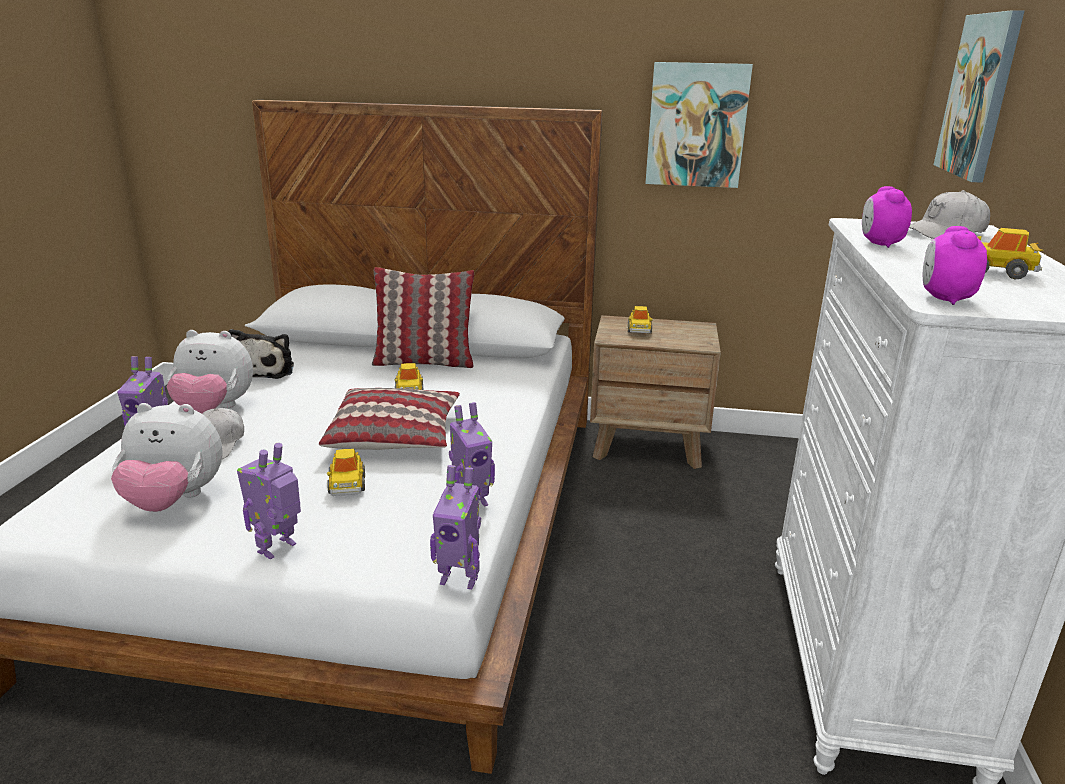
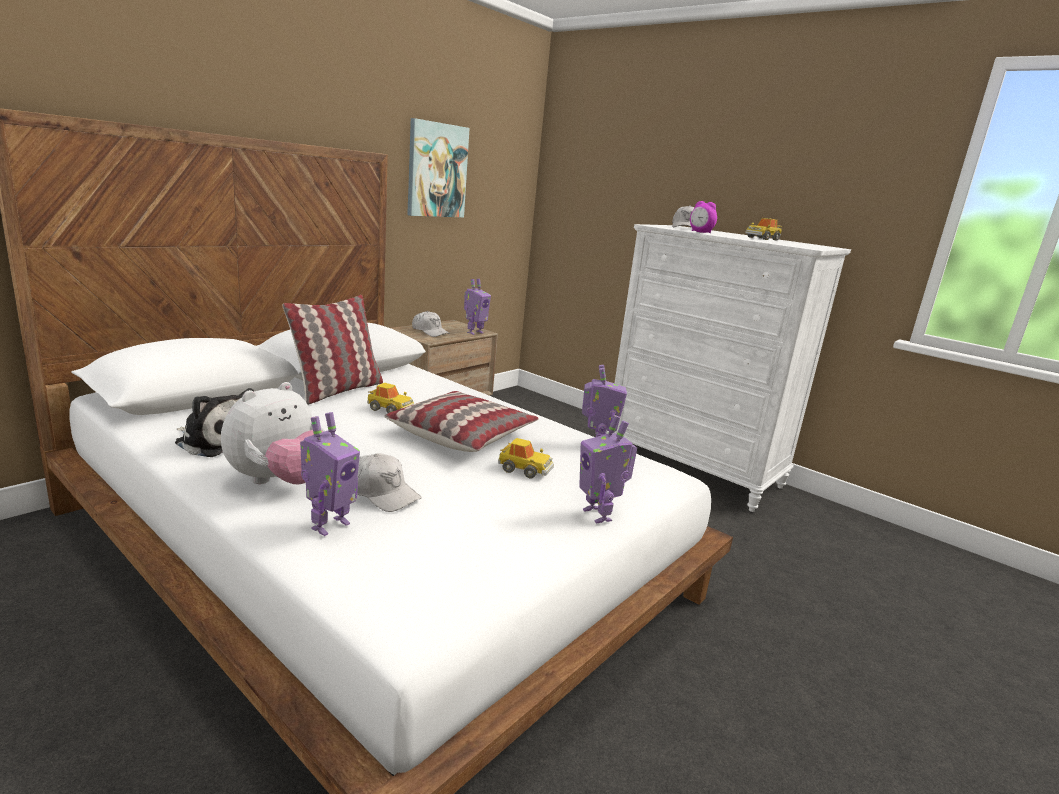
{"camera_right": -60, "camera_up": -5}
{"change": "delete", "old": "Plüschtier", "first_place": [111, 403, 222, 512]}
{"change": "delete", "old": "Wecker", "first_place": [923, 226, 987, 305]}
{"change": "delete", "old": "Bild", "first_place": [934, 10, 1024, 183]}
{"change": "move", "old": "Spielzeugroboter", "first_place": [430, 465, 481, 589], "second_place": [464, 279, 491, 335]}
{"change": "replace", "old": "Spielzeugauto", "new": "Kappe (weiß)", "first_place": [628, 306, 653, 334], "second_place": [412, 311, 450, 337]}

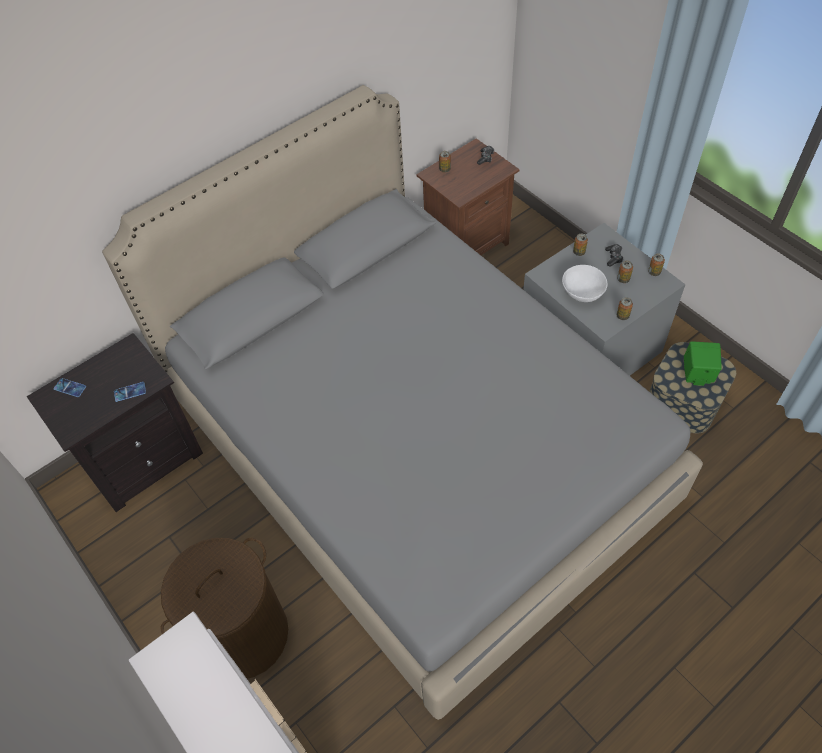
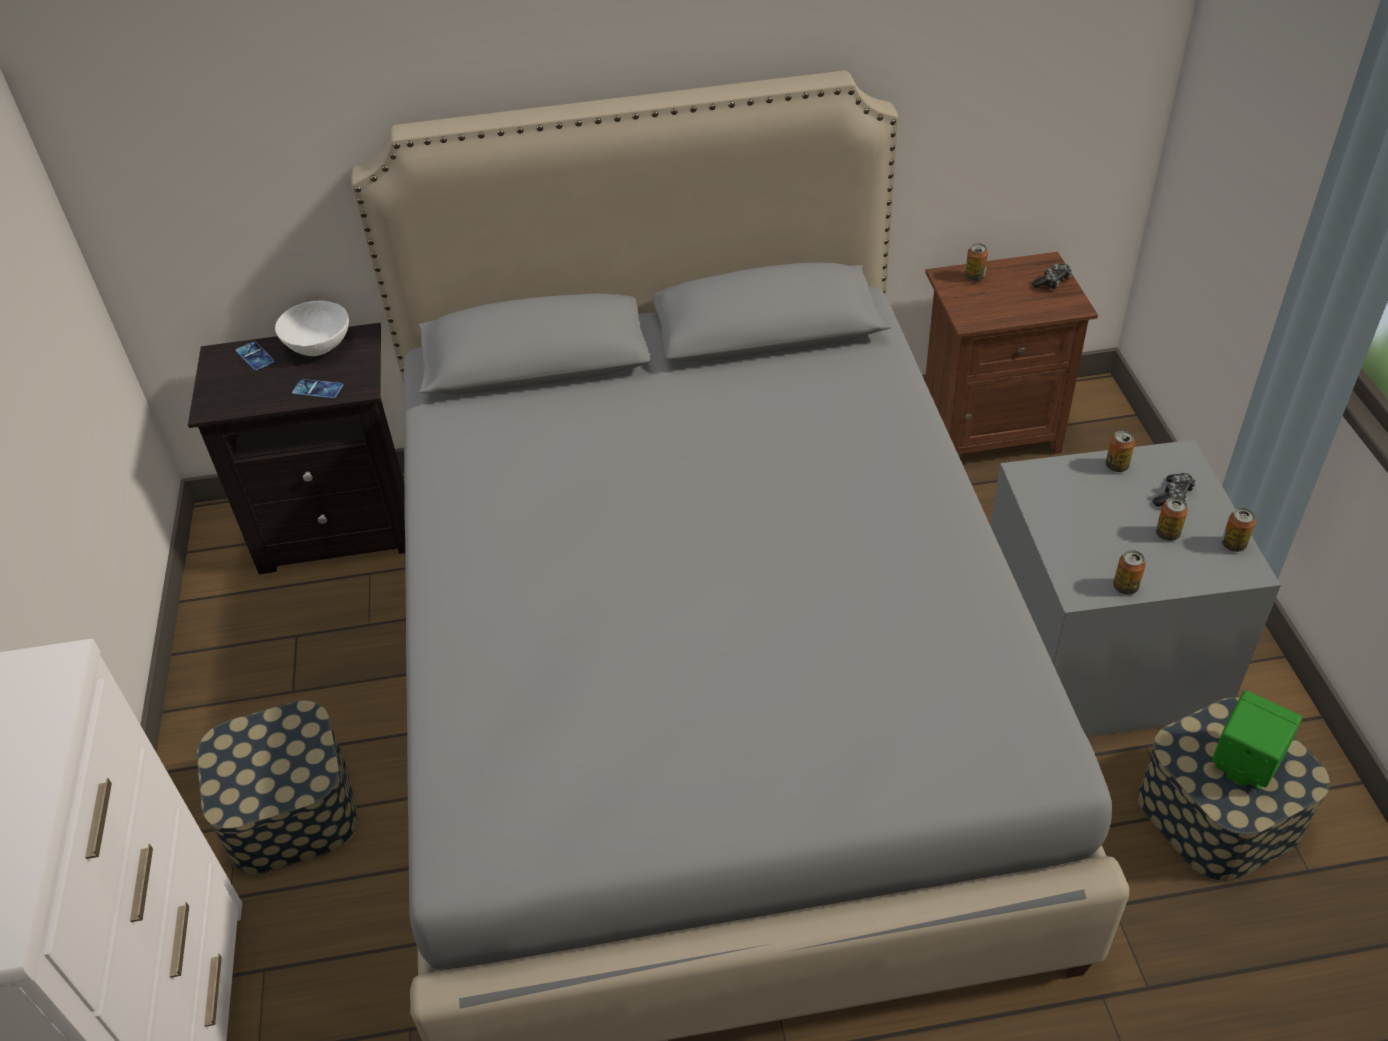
{"camera_right": 30, "camera_up": -10}
{"change": "move", "old": "Schüssel (weiß)", "first_place": [562, 265, 607, 302], "second_place": [275, 301, 349, 356]}
{"change": "replace", "old": "Wäschekorb (braun)", "new": "Aufbewahrungsbox", "first_place": [160, 538, 288, 679], "second_place": [197, 700, 358, 874]}

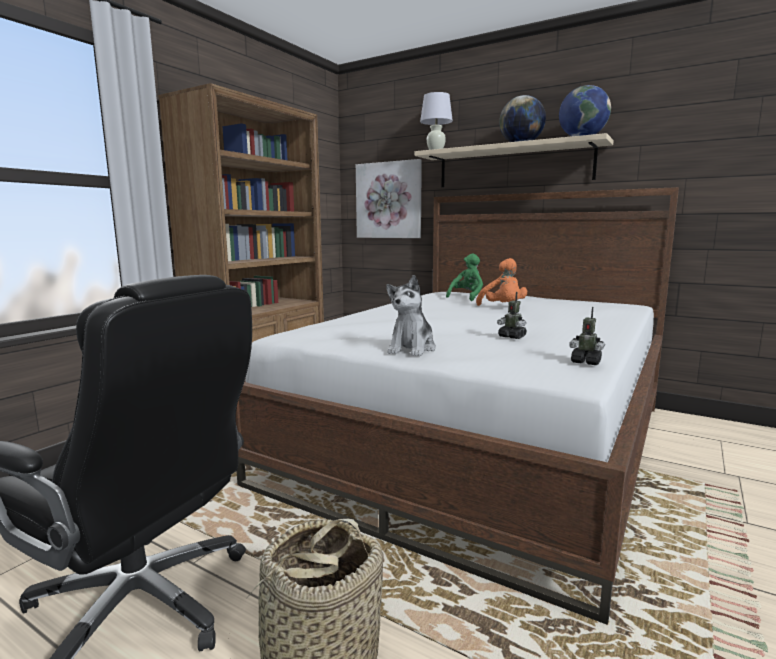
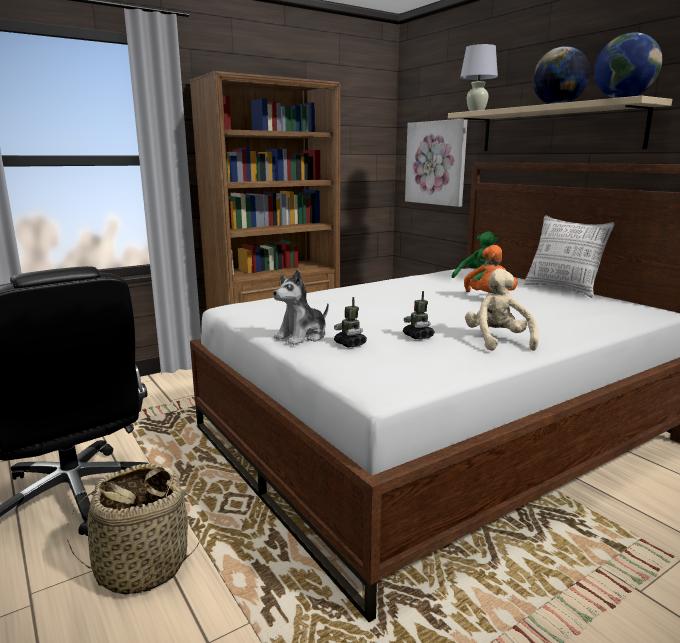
{"camera_right": 25, "camera_up": 5}
{"change": "insert", "new": "Plüschtier (beige)", "second_place": [465, 268, 538, 351]}
{"change": "insert", "new": "Kissen", "second_place": [524, 215, 615, 298]}
{"change": "move", "old": "Spielzeugroboter", "first_place": [569, 307, 605, 365], "second_place": [334, 297, 367, 348]}

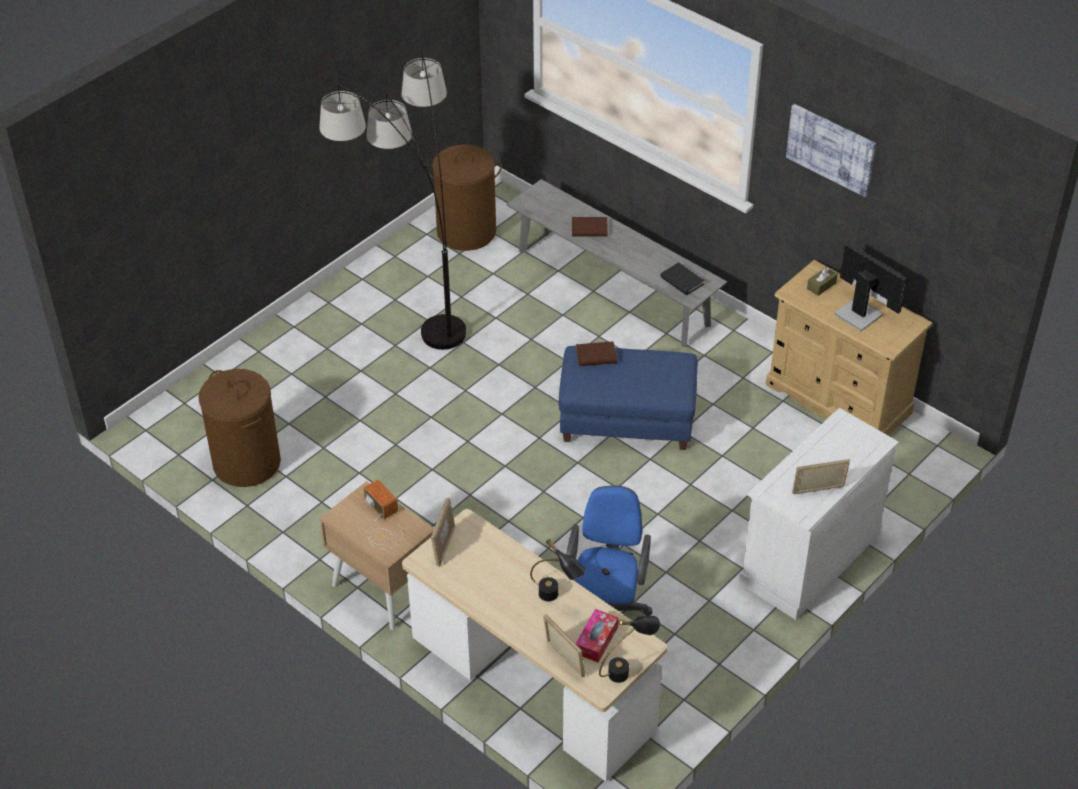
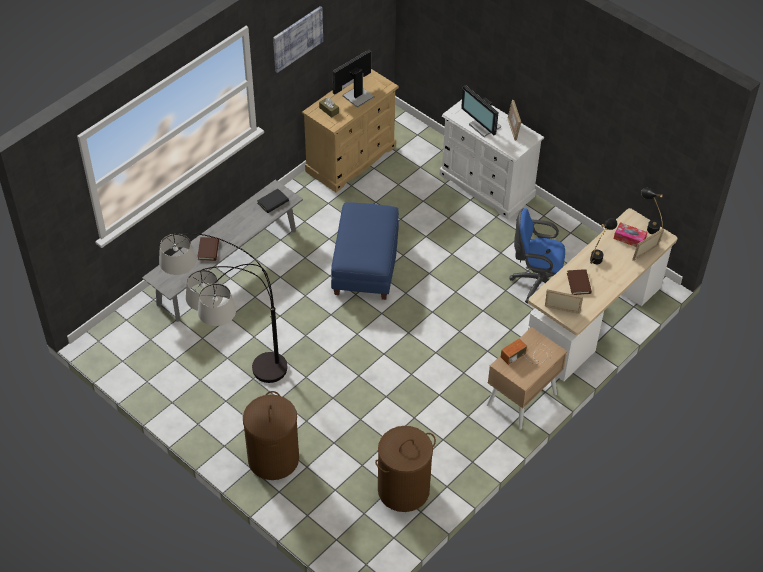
{"camera_right": -90, "camera_up": 5}
{"change": "insert", "new": "Monitor", "second_place": [461, 85, 501, 137]}
{"change": "move", "old": "Wäschekorb (braun)", "first_place": [426, 144, 502, 251], "second_place": [243, 391, 299, 480]}
{"change": "move", "old": "Buch (braun)", "first_place": [576, 341, 617, 366], "second_place": [567, 269, 592, 295]}

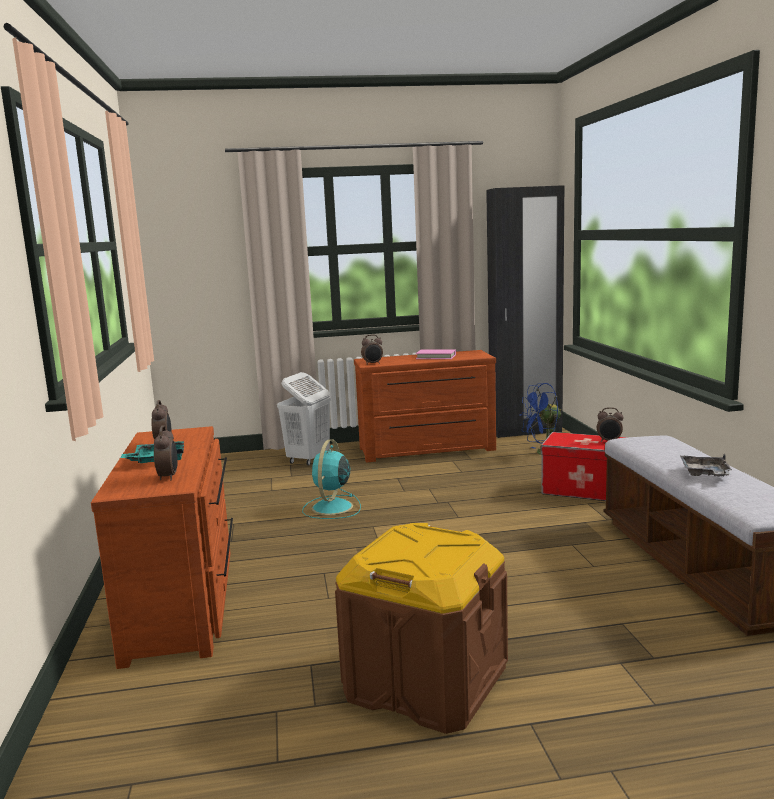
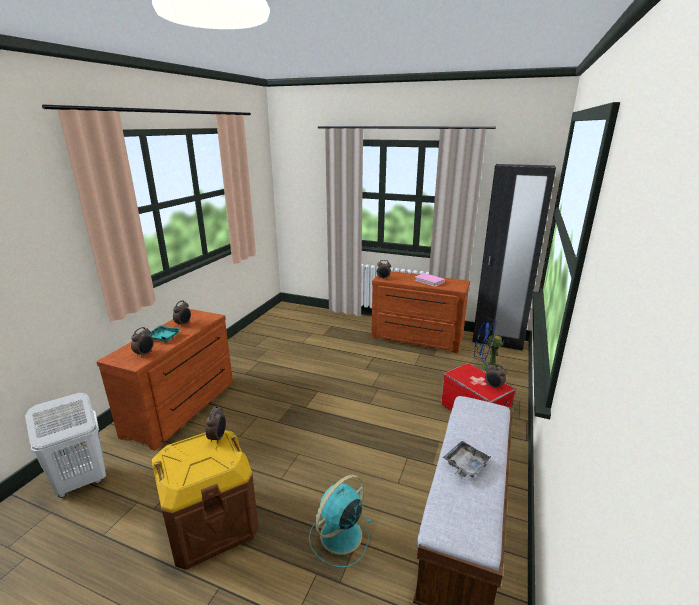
{"camera_right": 30, "camera_up": 10}
{"change": "insert", "new": "Wecker", "second_place": [206, 406, 226, 444]}
{"change": "move", "old": "Wäschekorb (weiß)", "first_place": [277, 372, 331, 465], "second_place": [25, 393, 106, 498]}
{"change": "move", "old": "Ventilator (türkis)", "first_place": [302, 439, 361, 519], "second_place": [309, 475, 372, 568]}

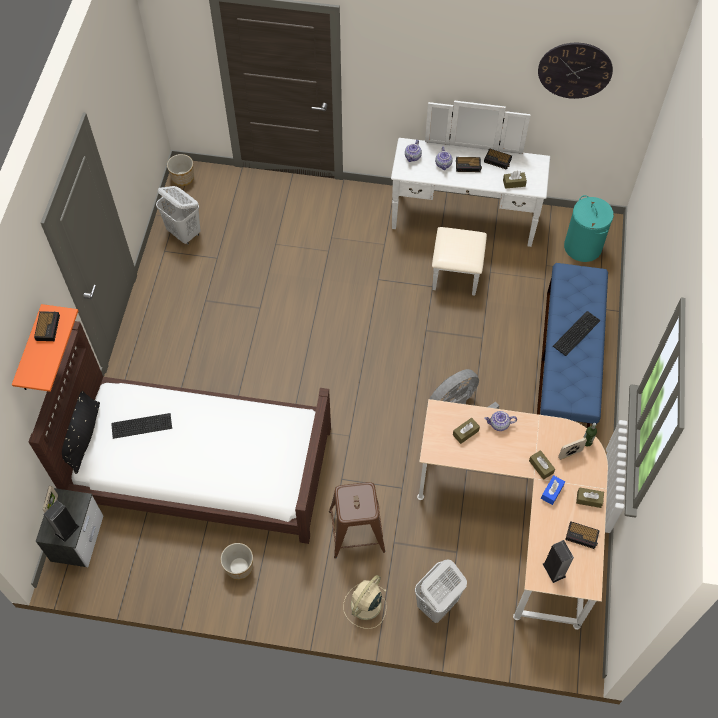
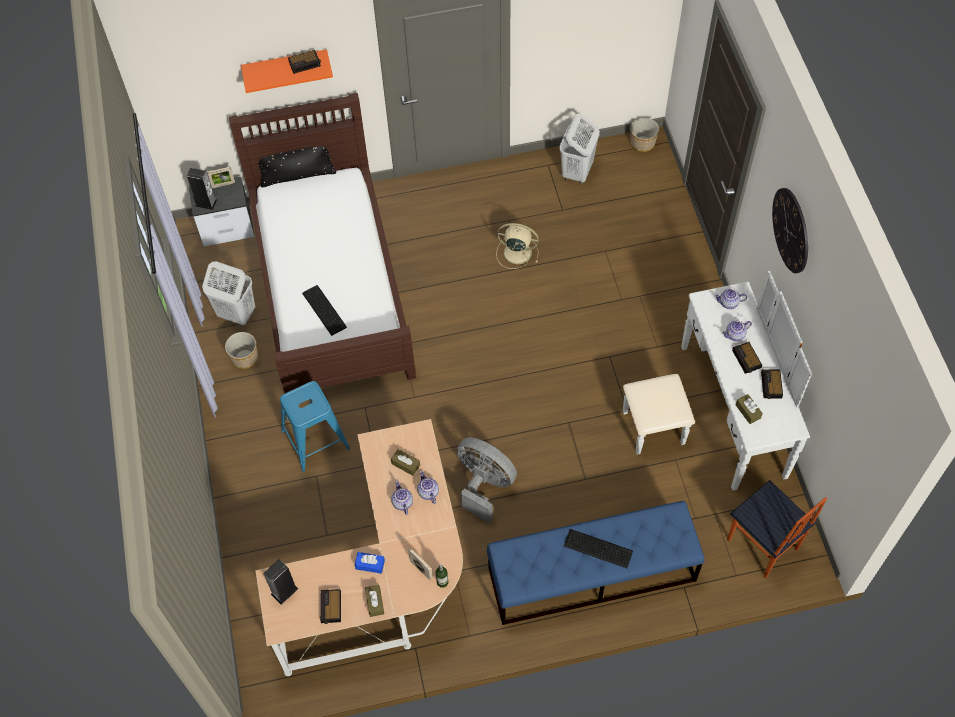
{"camera_right": 70, "camera_up": 0}
{"change": "delete", "old": "Taschentuchbox (braun)", "first_place": [529, 450, 555, 480]}
{"change": "insert", "new": "Teekanne", "second_place": [391, 480, 413, 515]}
{"change": "move", "old": "Tastatur", "first_place": [111, 413, 172, 439], "second_place": [302, 285, 347, 336]}
{"change": "move", "old": "Ventilator (beige)", "first_place": [343, 575, 387, 629], "second_place": [496, 223, 539, 269]}
{"change": "move", "old": "Wäschekorb (weiß)", "first_place": [415, 559, 467, 623], "second_place": [202, 261, 255, 325]}
{"change": "move", "old": "Wanduhr", "first_place": [538, 43, 613, 99], "second_place": [772, 188, 808, 273]}
{"change": "replace", "old": "Wäschekorb (türkis)", "new": "Stuhl", "first_place": [564, 195, 614, 262], "second_place": [727, 480, 827, 578]}
{"change": "recolor", "old": "Hocker (braun)", "new": "Hocker (blau)", "first_place": [329, 482, 386, 559], "second_place": [280, 381, 350, 472]}

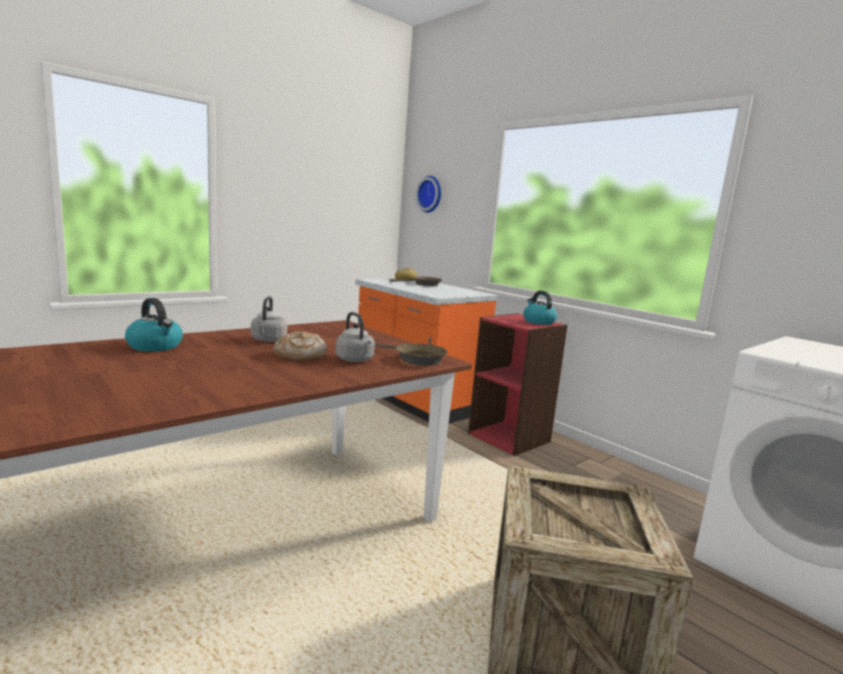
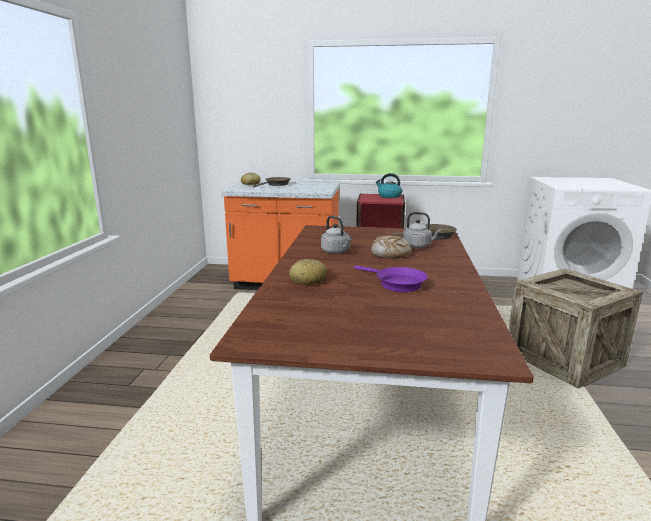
{"camera_right": -40, "camera_up": 5}
{"change": "delete", "old": "Wanduhr", "first_place": [416, 176, 441, 213]}
{"change": "insert", "new": "Pfanne (lila)", "second_place": [354, 266, 428, 292]}
{"change": "replace", "old": "Wasserkessel", "new": "Brot", "first_place": [125, 298, 183, 351], "second_place": [289, 259, 327, 285]}

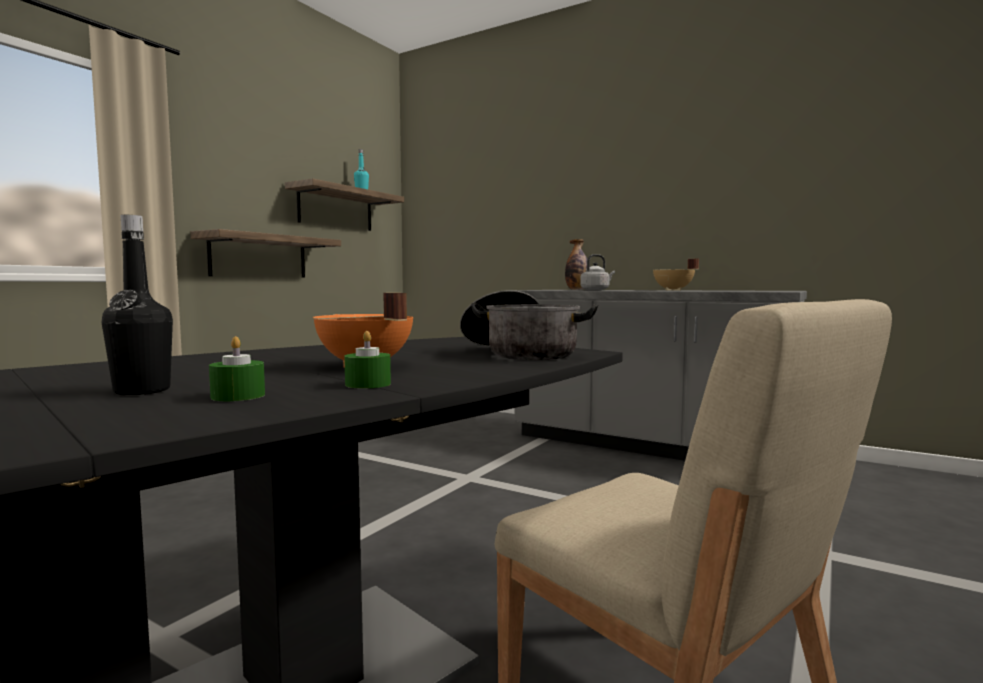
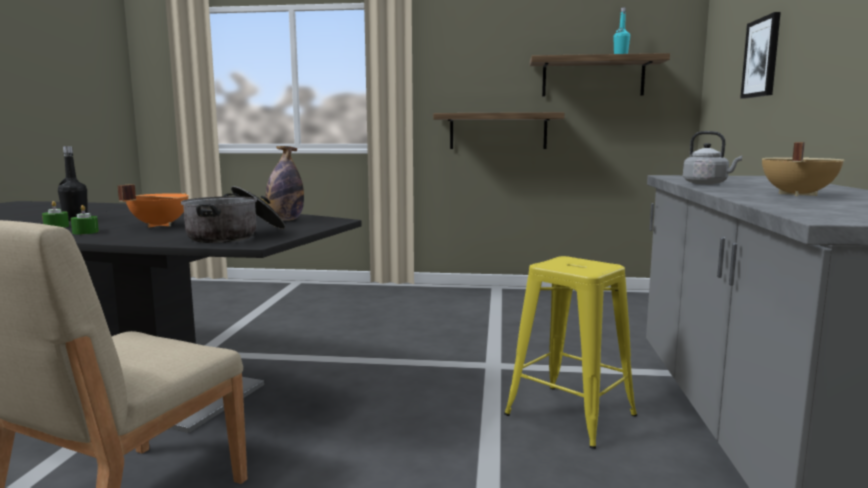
{"camera_right": 65, "camera_up": 5}
{"change": "insert", "new": "Hocker (gelb)", "second_place": [504, 256, 637, 449]}
{"change": "insert", "new": "Bild", "second_place": [740, 12, 781, 99]}
{"change": "move", "old": "Flasche", "first_place": [565, 239, 590, 290], "second_place": [265, 146, 304, 221]}

